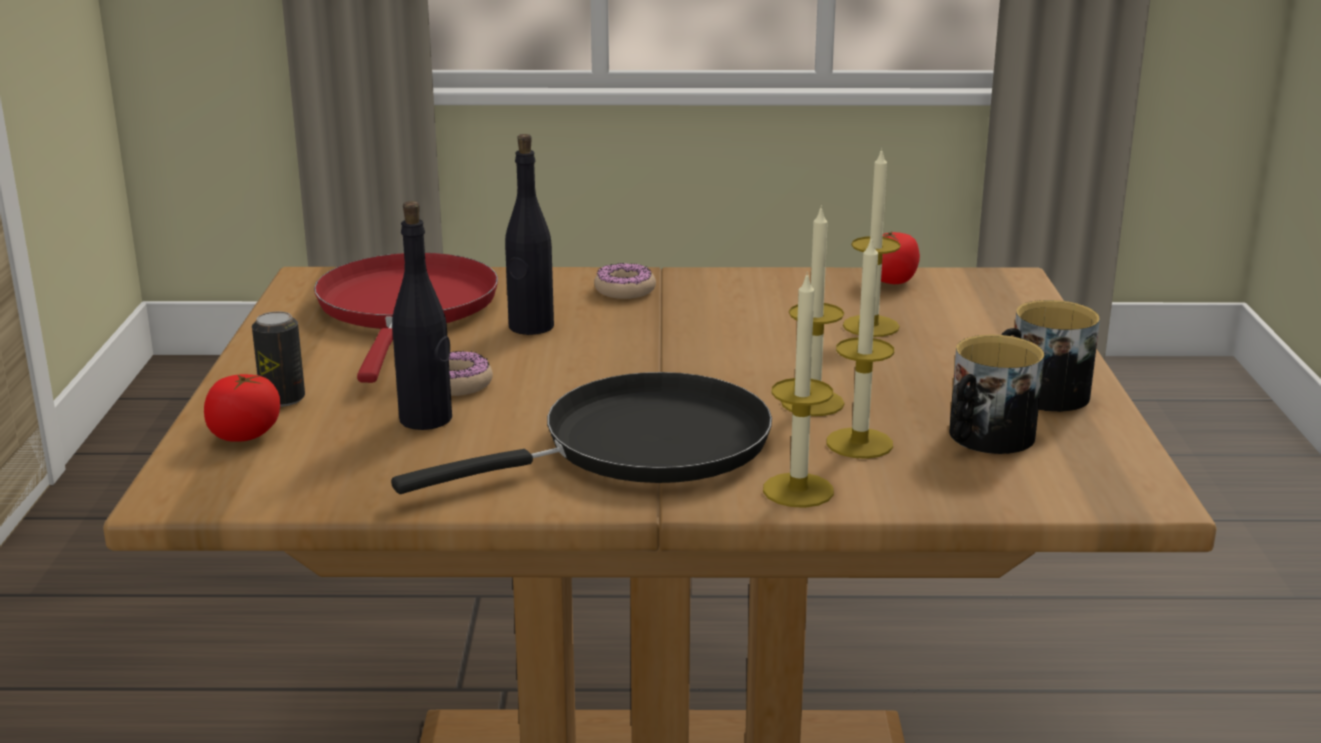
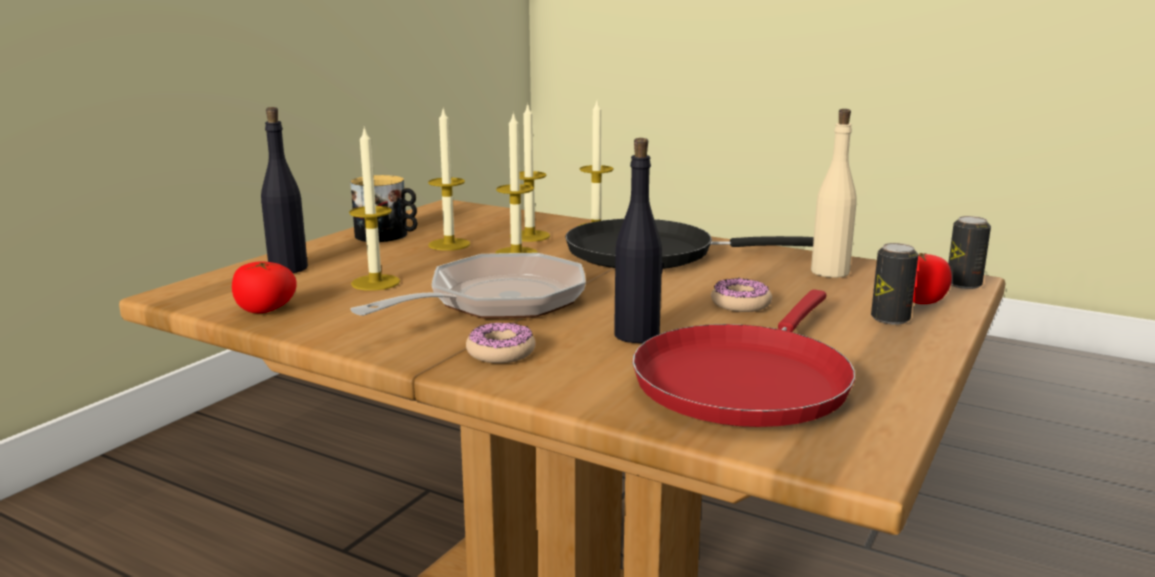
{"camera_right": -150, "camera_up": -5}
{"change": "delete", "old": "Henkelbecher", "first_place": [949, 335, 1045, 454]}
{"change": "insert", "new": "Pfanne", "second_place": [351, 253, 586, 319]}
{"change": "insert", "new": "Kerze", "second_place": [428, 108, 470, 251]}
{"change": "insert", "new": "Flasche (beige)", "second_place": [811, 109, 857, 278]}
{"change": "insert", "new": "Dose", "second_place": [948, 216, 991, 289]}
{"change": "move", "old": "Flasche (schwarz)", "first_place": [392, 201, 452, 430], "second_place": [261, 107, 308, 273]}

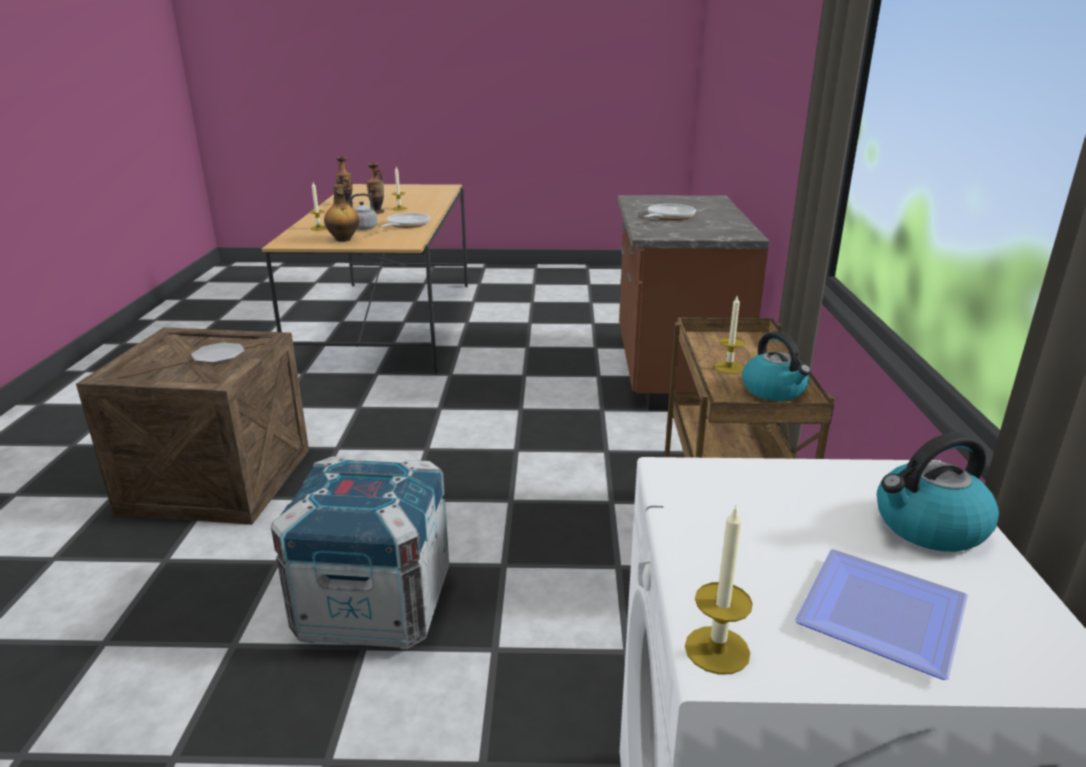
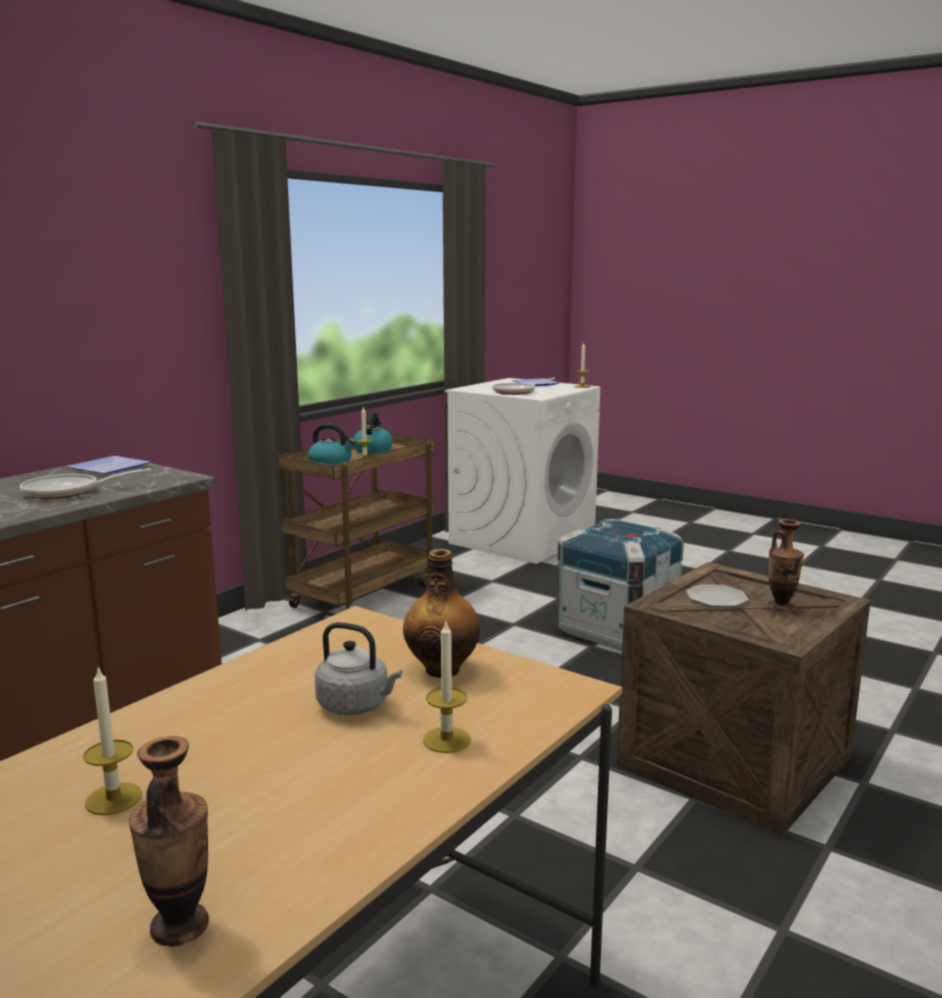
{"camera_right": -145, "camera_up": -10}
{"change": "insert", "new": "Teller", "second_place": [67, 456, 150, 474]}
{"change": "move", "old": "Vase", "first_place": [366, 163, 385, 214], "second_place": [768, 519, 804, 612]}
{"change": "move", "old": "Pfanne", "first_place": [380, 213, 430, 228], "second_place": [492, 378, 556, 395]}
{"change": "move", "old": "Wasserkessel", "first_place": [877, 432, 999, 552], "second_place": [308, 424, 356, 465]}

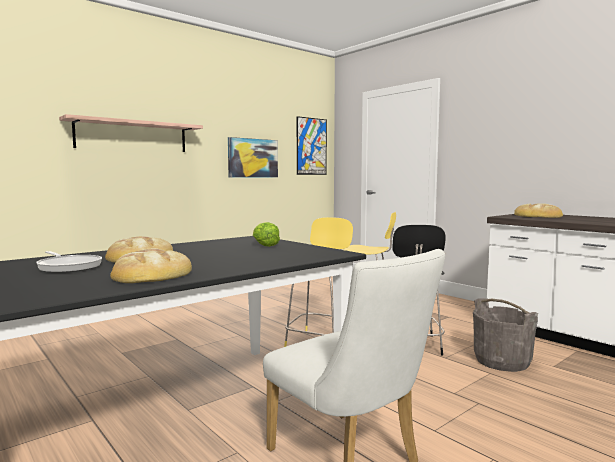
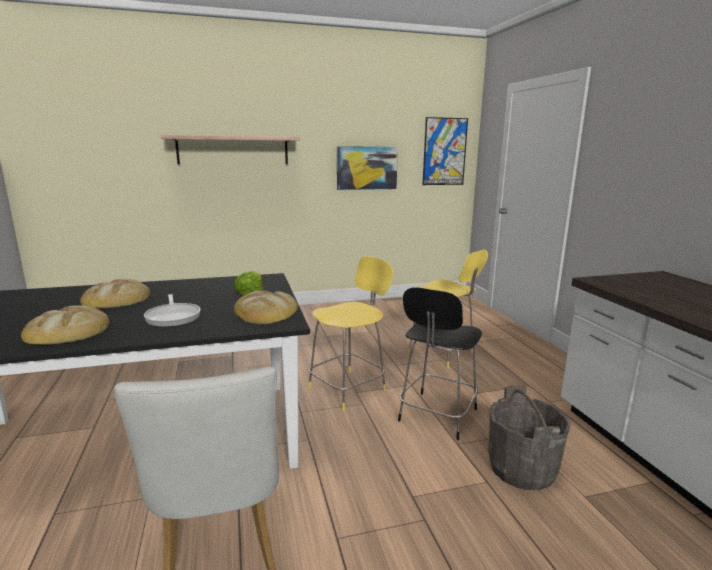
{"camera_right": 25, "camera_up": 10}
{"change": "move", "old": "Pfanne", "first_place": [36, 251, 102, 273], "second_place": [144, 294, 201, 327]}
{"change": "move", "old": "Brot", "first_place": [514, 203, 563, 218], "second_place": [234, 291, 298, 325]}

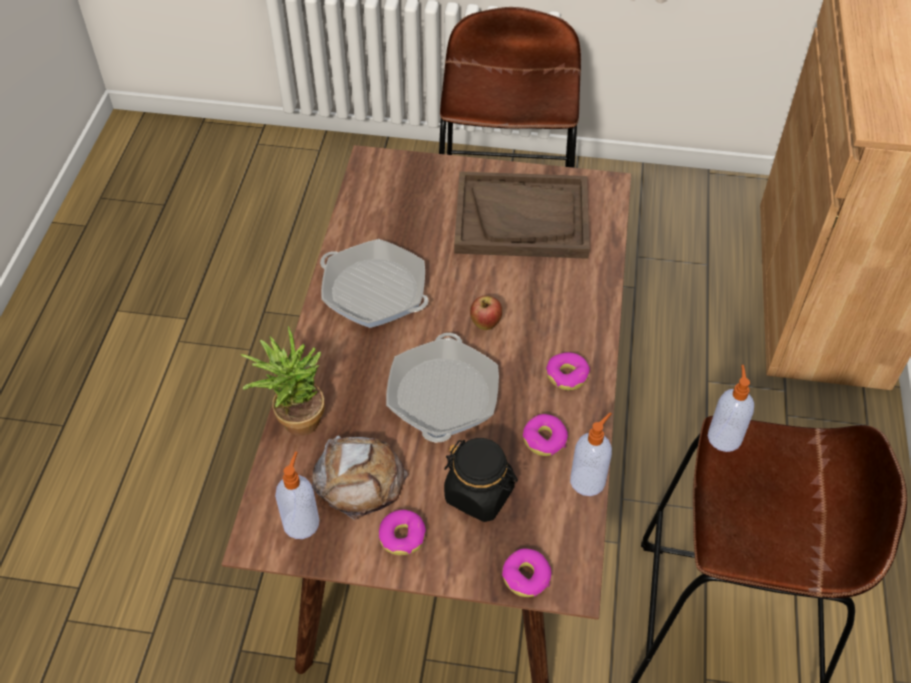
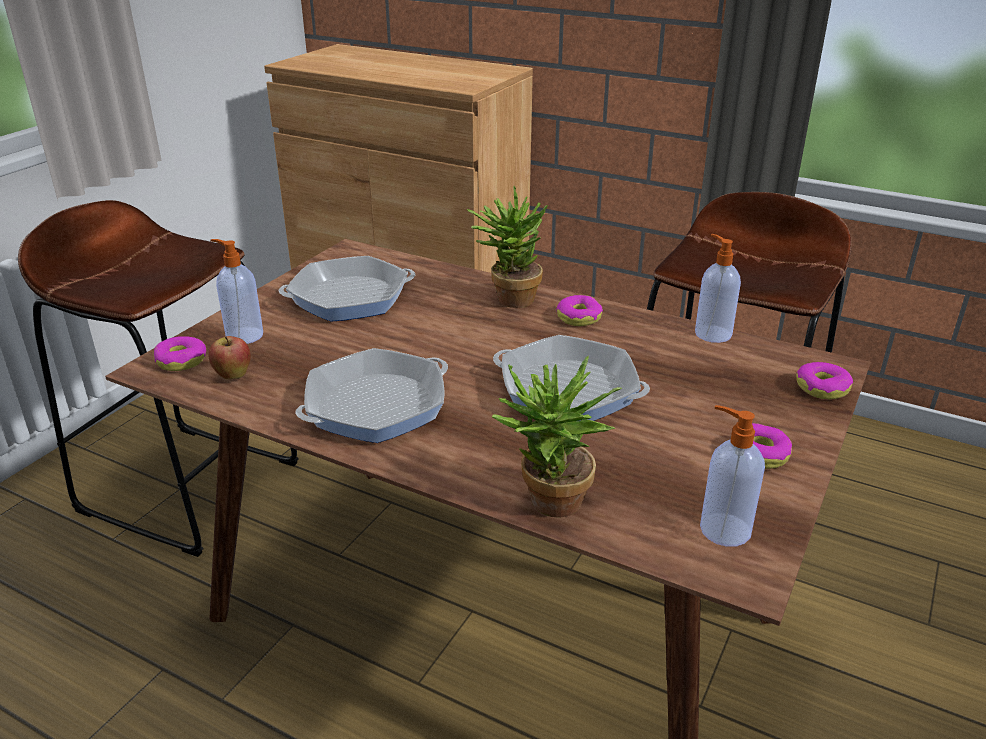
{"camera_right": -70, "camera_up": -20}
{"change": "delete", "old": "Brot", "first_place": [312, 435, 409, 520]}
{"change": "delete", "old": "Vorratsglas (schwarz)", "first_place": [444, 438, 518, 522]}
{"change": "insert", "new": "Topfpflanze", "second_place": [467, 186, 548, 308]}
{"change": "move", "old": "Apfel", "first_place": [470, 296, 502, 330], "second_place": [208, 336, 251, 379]}
{"change": "move", "old": "Donut", "first_place": [523, 414, 568, 456], "second_place": [154, 336, 206, 371]}
{"change": "move", "old": "Seifenspender", "first_place": [708, 365, 754, 452], "second_place": [210, 239, 263, 344]}
{"change": "replace", "old": "Tablett (braun)", "new": "Pfanne", "first_place": [454, 172, 590, 259], "second_place": [278, 256, 415, 322]}

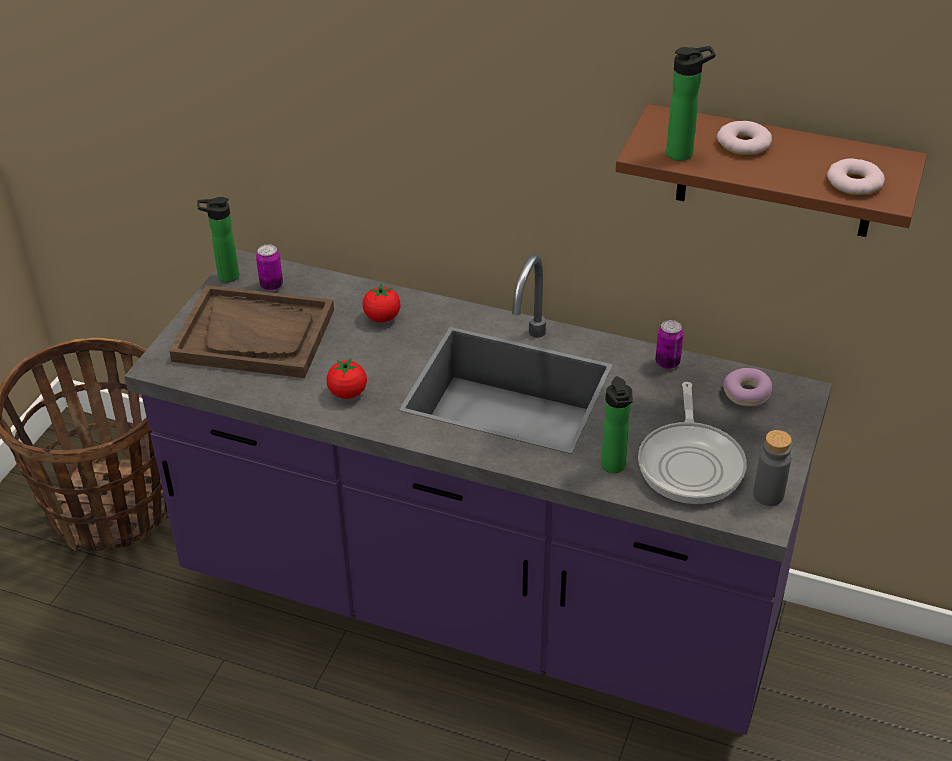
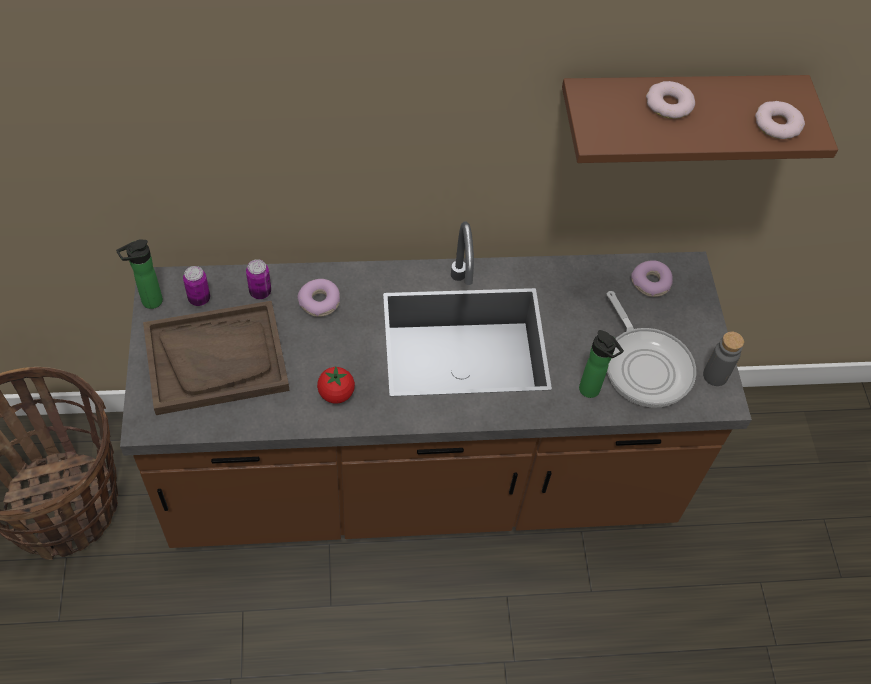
{"camera_right": -30, "camera_up": 15}
{"change": "delete", "old": "Flasche", "first_place": [666, 46, 716, 161]}
{"change": "move", "old": "Dose", "first_place": [655, 320, 684, 369], "second_place": [246, 259, 271, 299]}
{"change": "replace", "old": "Tomate", "new": "Donut", "first_place": [363, 283, 401, 322], "second_place": [297, 279, 340, 317]}
{"change": "recolor", "old": "Küchenzeile (lila)", "new": "Küchenzeile (braun)", "first_place": [124, 249, 832, 735], "second_place": [120, 222, 752, 548]}

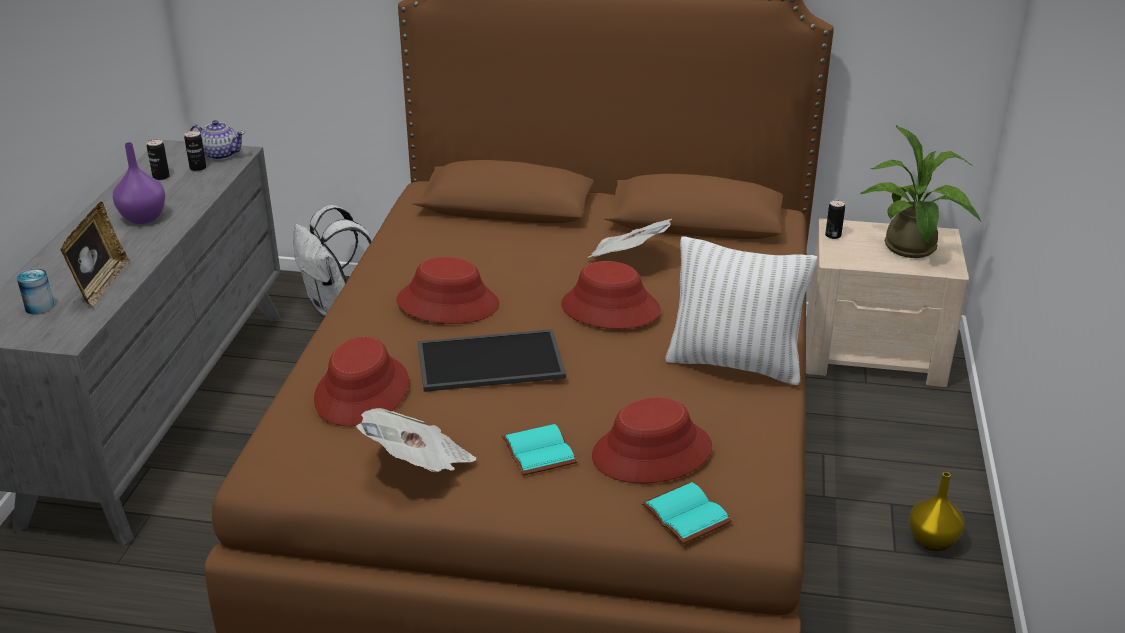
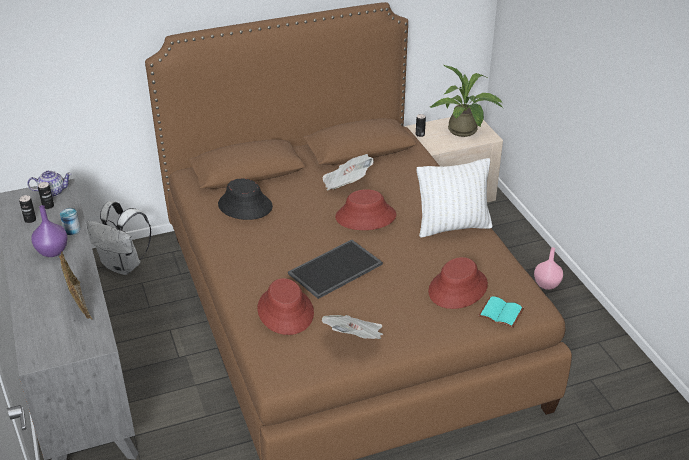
{"camera_right": -30, "camera_up": 5}
{"change": "delete", "old": "Hut (rot)", "first_place": [396, 257, 499, 324]}
{"change": "delete", "old": "Buch (türkis)", "first_place": [502, 424, 578, 476]}
{"change": "insert", "new": "Hut (schwarz)", "second_place": [218, 178, 273, 220]}
{"change": "move", "old": "Dose", "first_place": [17, 269, 54, 315], "second_place": [60, 208, 80, 235]}
{"change": "recolor", "old": "Vase (gelb)", "new": "Vase (rosa)", "first_place": [909, 472, 965, 551], "second_place": [534, 247, 563, 290]}

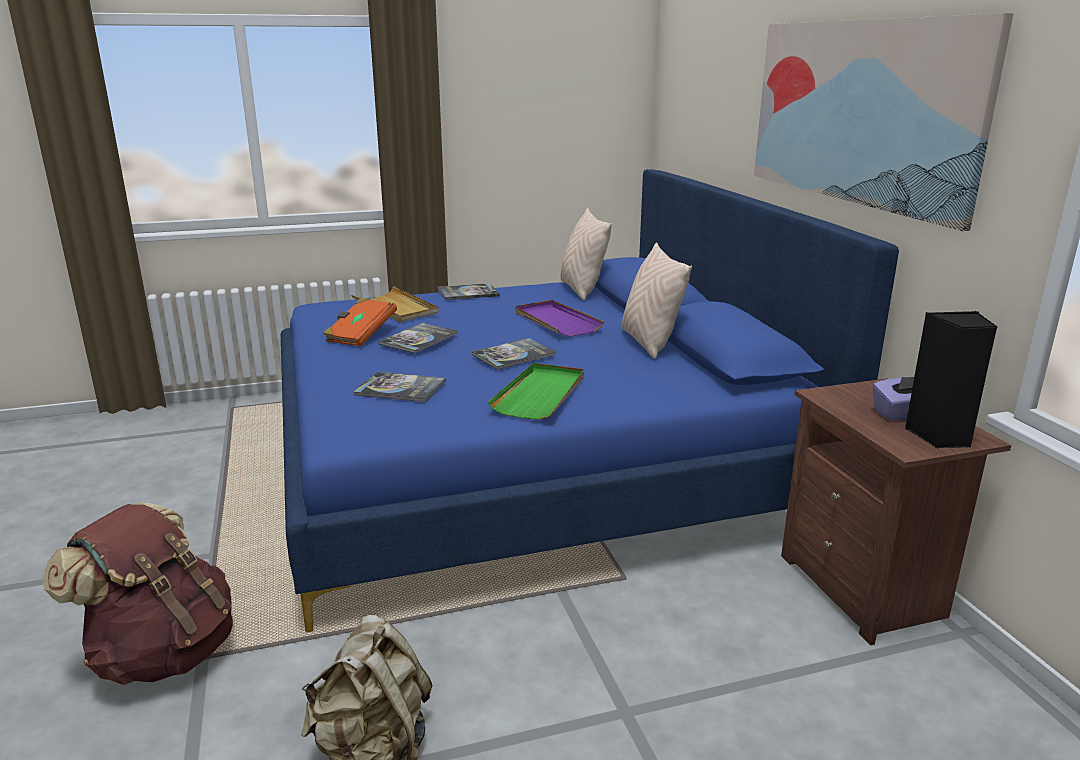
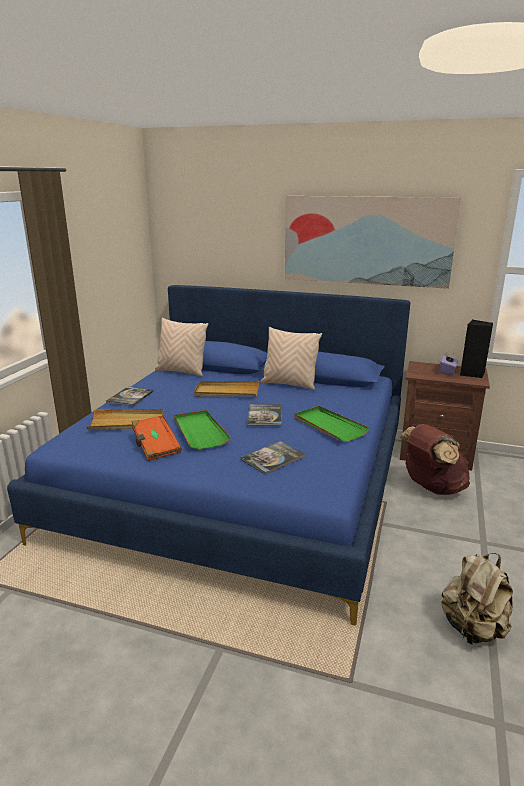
{"camera_right": -55, "camera_up": 0}
{"change": "move", "old": "Rucksack (braun)", "first_place": [42, 502, 233, 685], "second_place": [399, 424, 470, 495]}
{"change": "replace", "old": "Buch", "new": "Tablett (grün)", "first_place": [378, 323, 458, 353], "second_place": [174, 410, 231, 449]}
{"change": "recolor", "old": "Tablett (lila)", "new": "Tablett (beige)", "first_place": [515, 300, 604, 337], "second_place": [194, 381, 259, 397]}

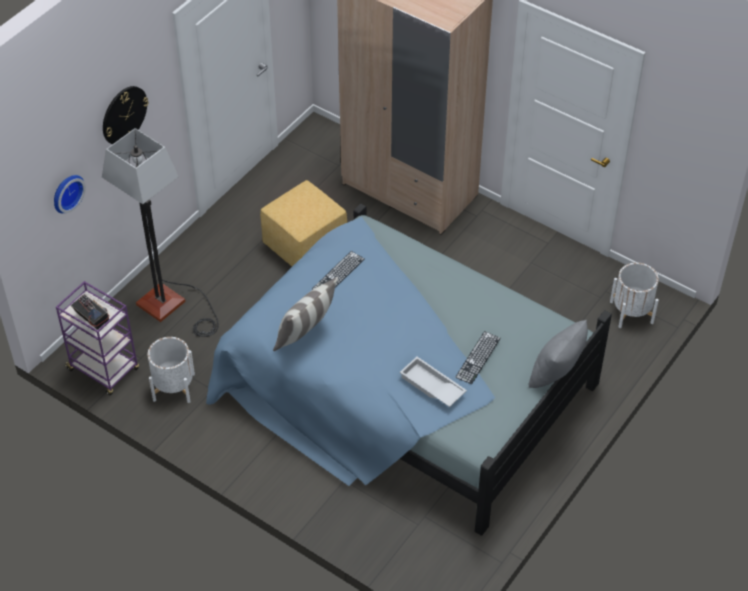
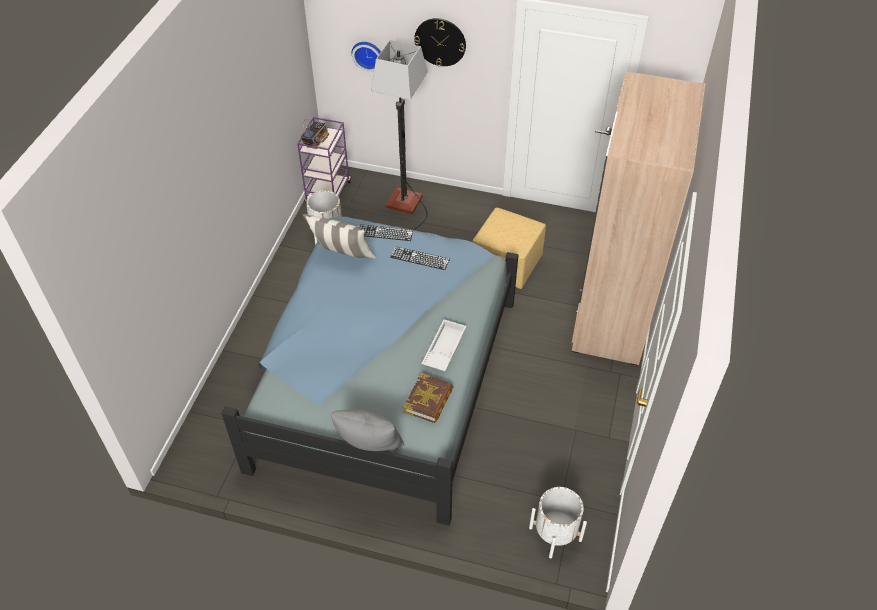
{"camera_right": 70, "camera_up": 0}
{"change": "insert", "new": "Buch", "second_place": [403, 373, 453, 423]}
{"change": "move", "old": "Tablett (weiß)", "first_place": [400, 357, 467, 407], "second_place": [421, 319, 467, 371]}
{"change": "move", "old": "Tastatur", "first_place": [455, 331, 501, 384], "second_place": [357, 224, 413, 241]}

